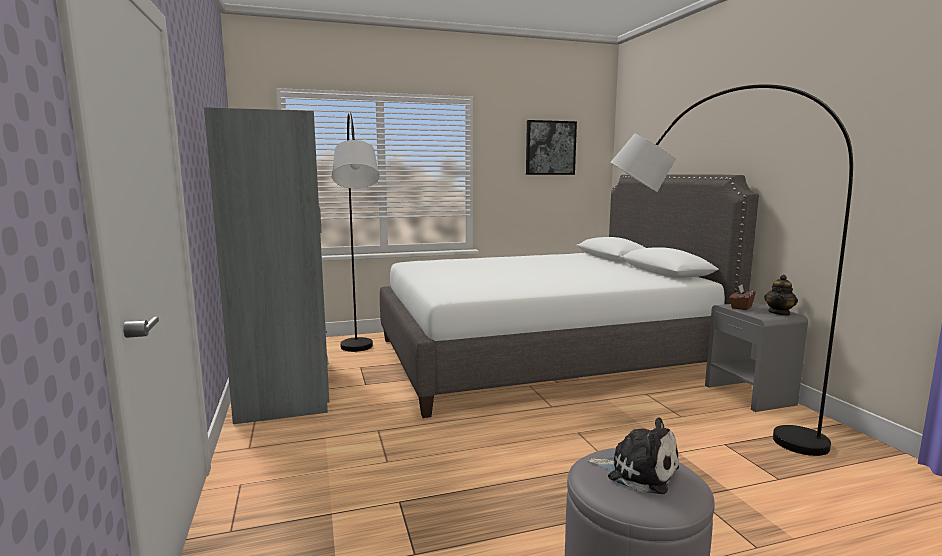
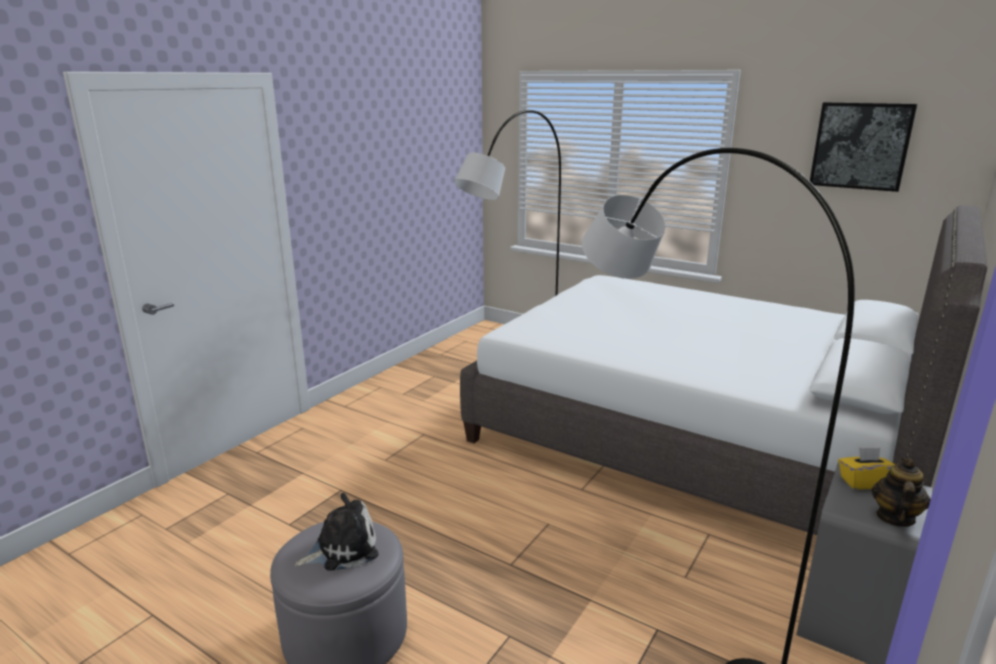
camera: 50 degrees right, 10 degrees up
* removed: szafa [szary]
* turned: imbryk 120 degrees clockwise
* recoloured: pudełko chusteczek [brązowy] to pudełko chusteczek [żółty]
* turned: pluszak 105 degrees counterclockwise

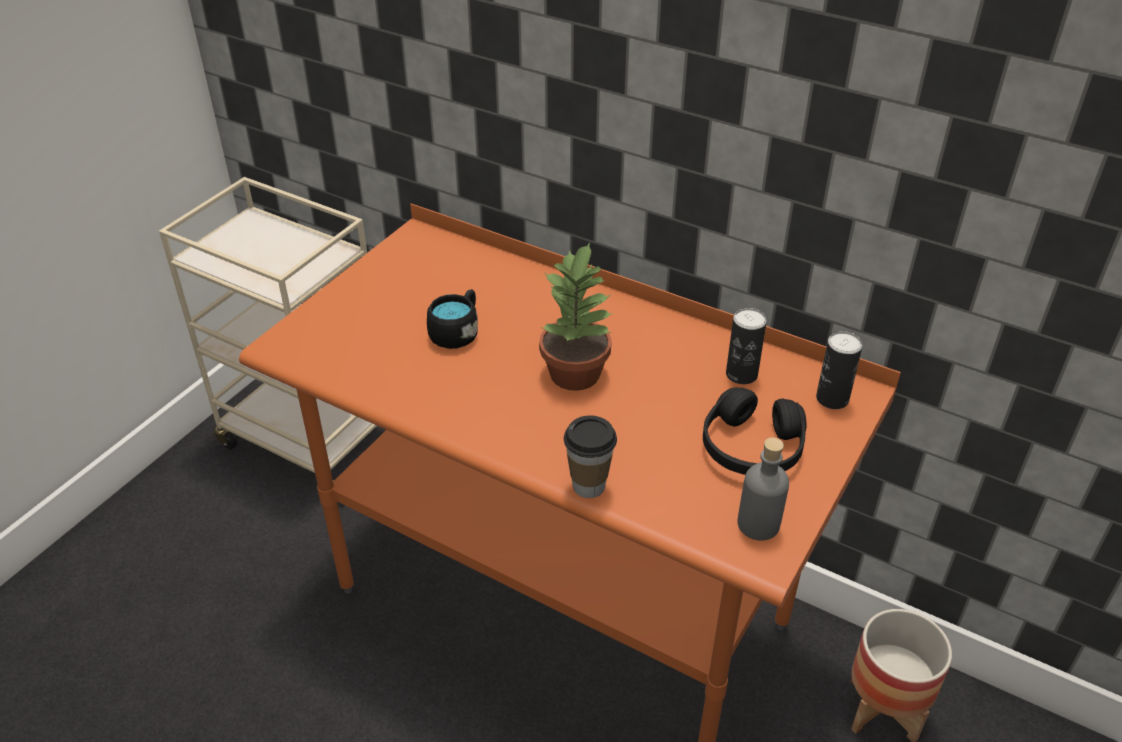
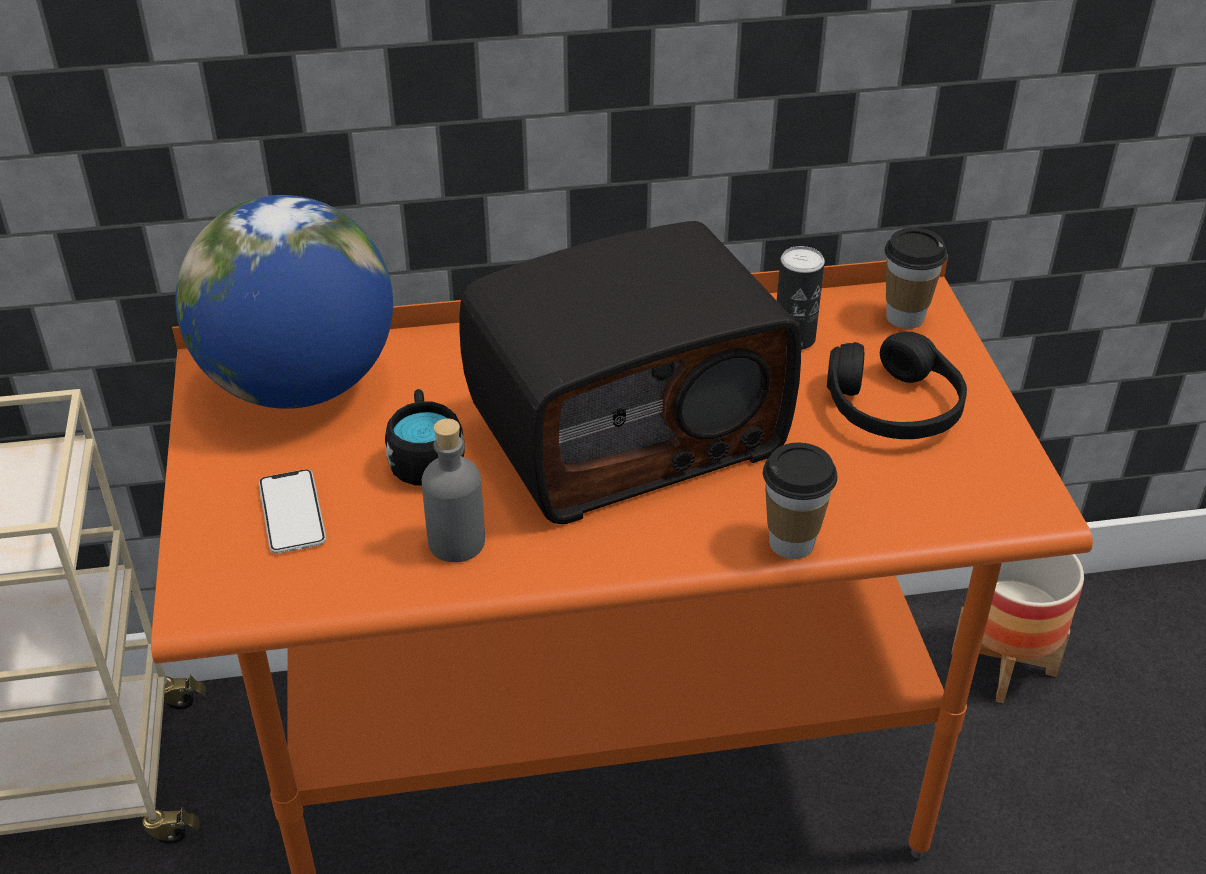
camera: 40 degrees left, 0 degrees up
* replaced: roślina doniczkowa to radio
* replaced: puszka (2nd from left) to filiżanka (2nd from left)
* moved: butelka [szary]
* added: globus
* added: telefon

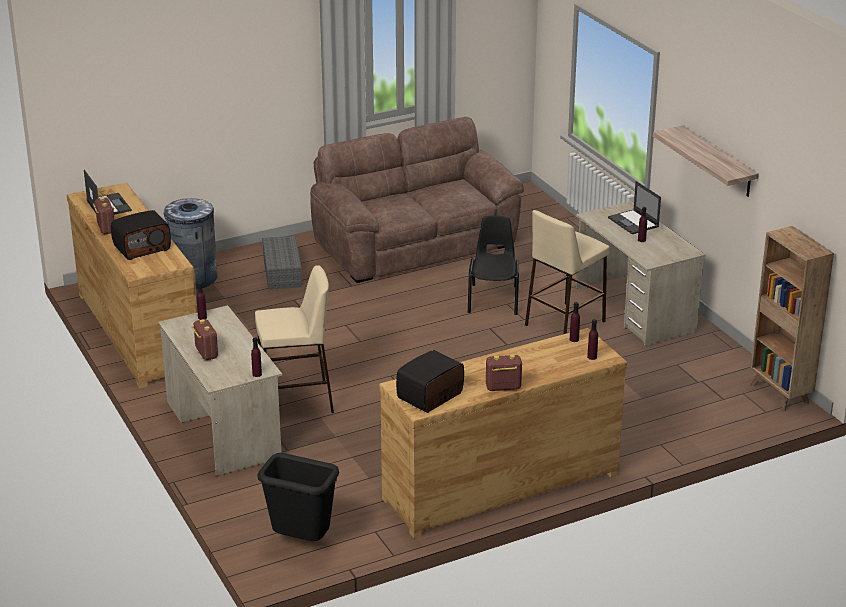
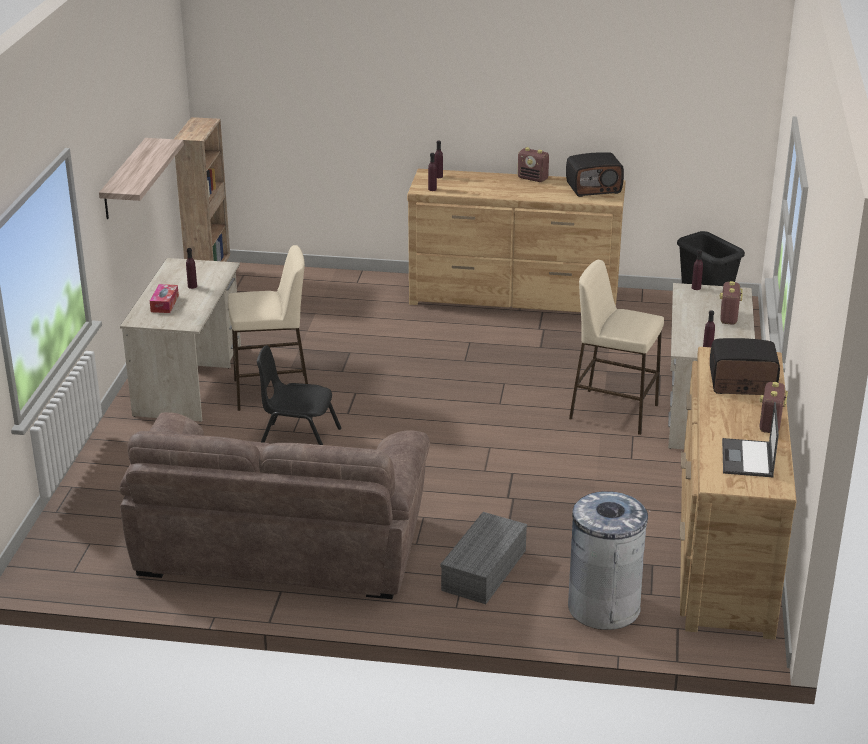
camera: 145 degrees left, 0 degrees up
* replaced: laptop (2nd from left) to pudełko chusteczek
* turned: krzesło [czarny] 60 degrees clockwise

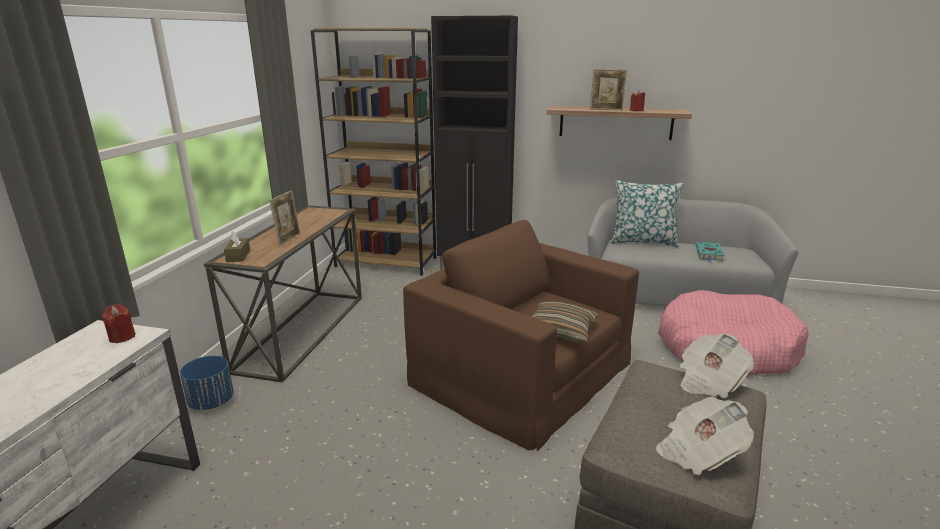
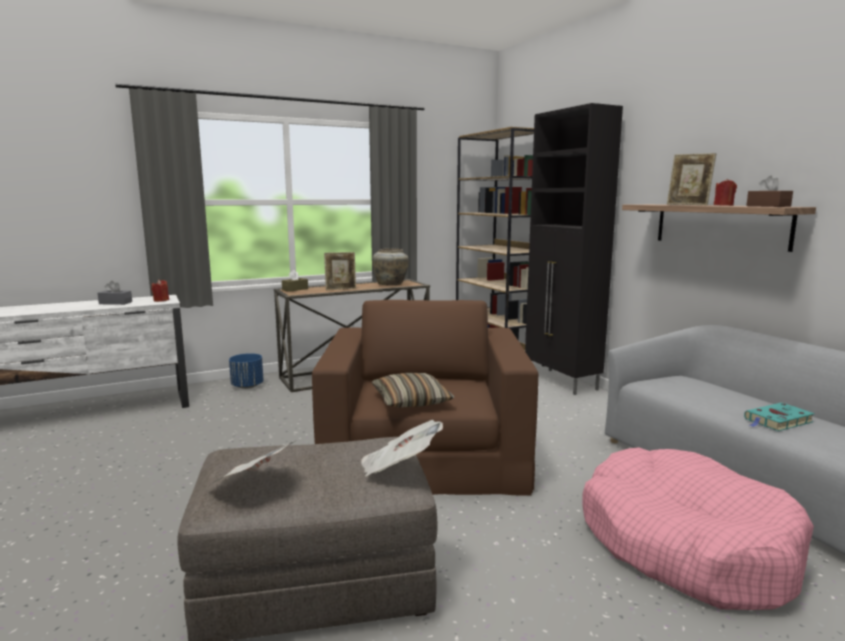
camera: 50 degrees right, 10 degrees down
* removed: poduszka (2nd from left)
* added: pudełko chusteczek [brązowy] (2nd from left)
* added: wazon [beżowy]
* added: pudełko chusteczek [szary]

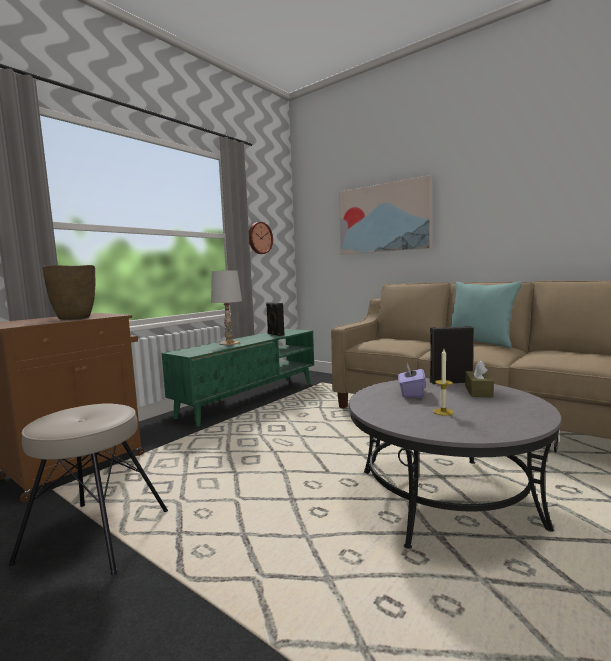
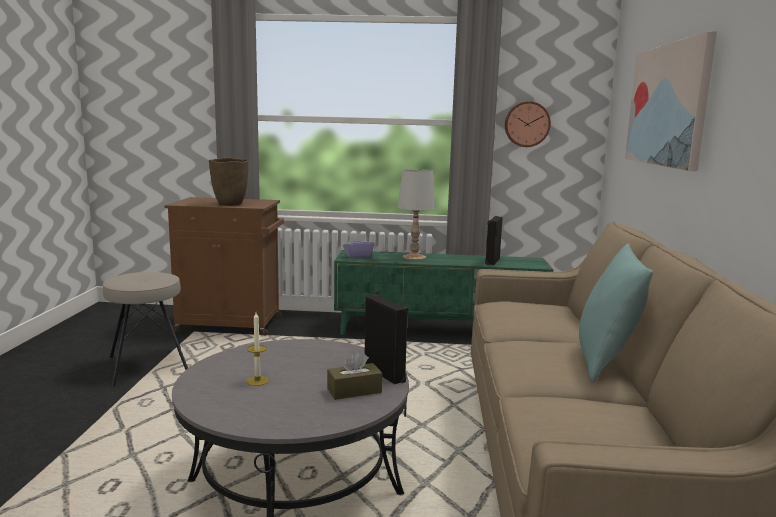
camera: 55 degrees right, 5 degrees up
* moved: pudełko chusteczek [fioletowy]

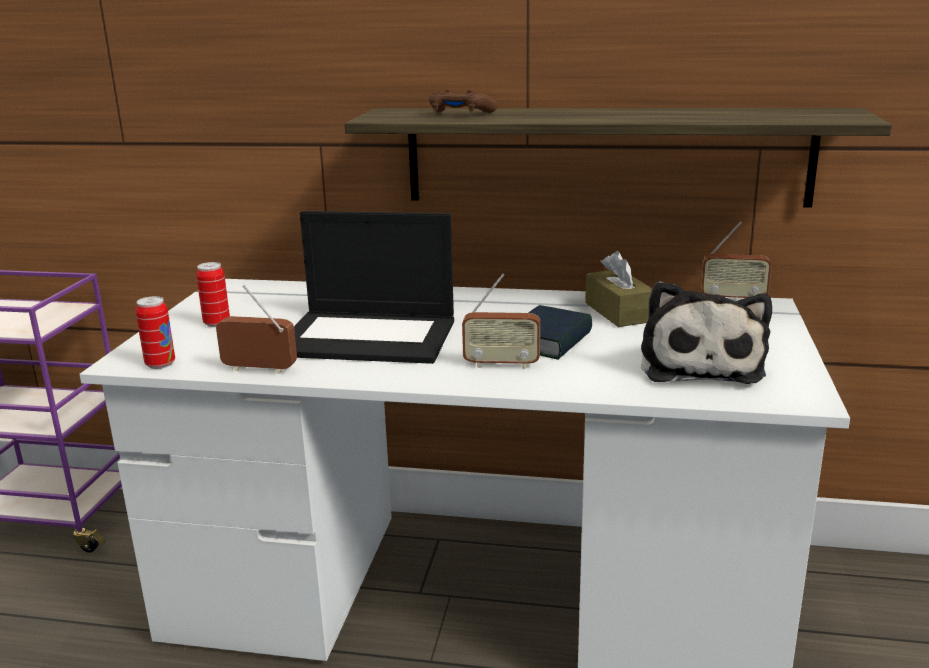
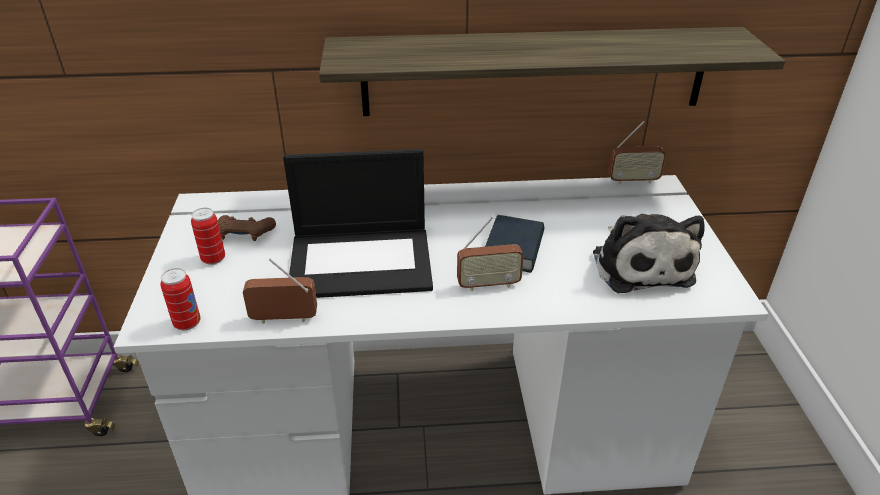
camera: 15 degrees left, 15 degrees up
* moved: pad do gier [brązowy]
* removed: pudełko chusteczek [brązowy]

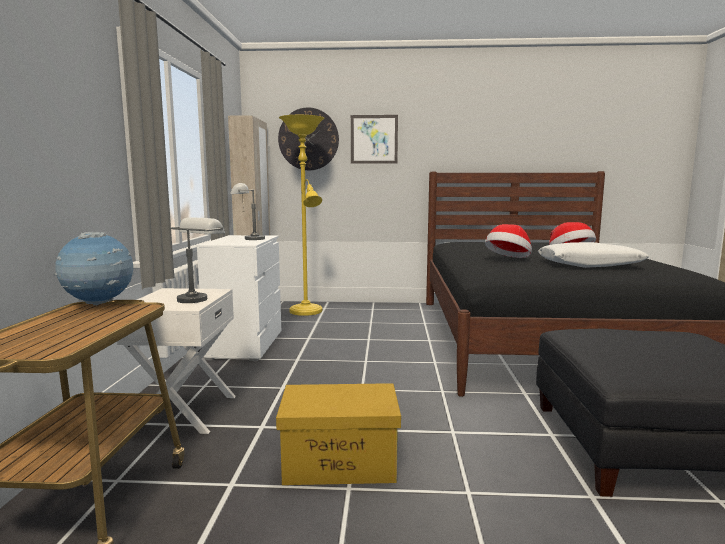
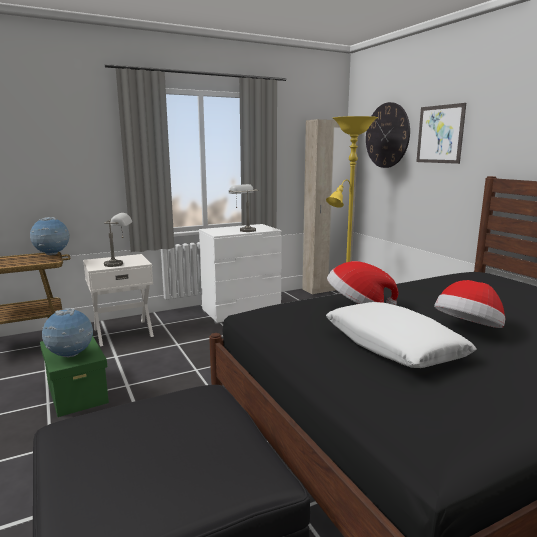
camera: 60 degrees right, 5 degrees up
* recoloured: pojemnik do przechowywania [żółty] to pojemnik do przechowywania [zielony]
* added: globus (2nd from left)

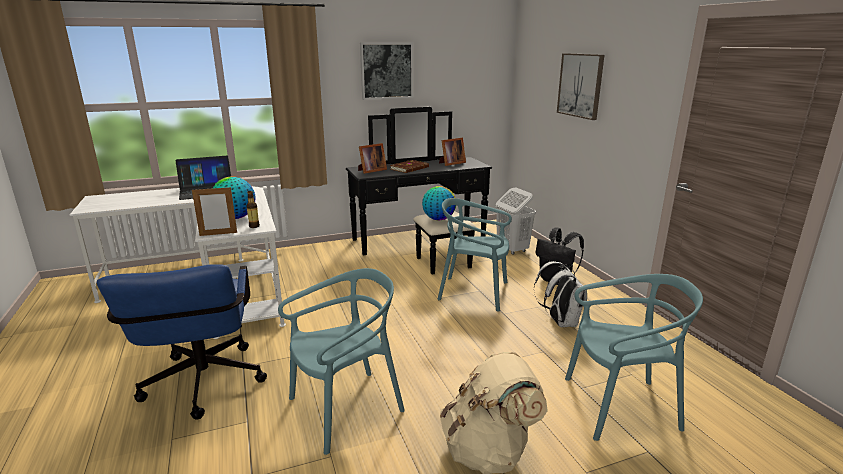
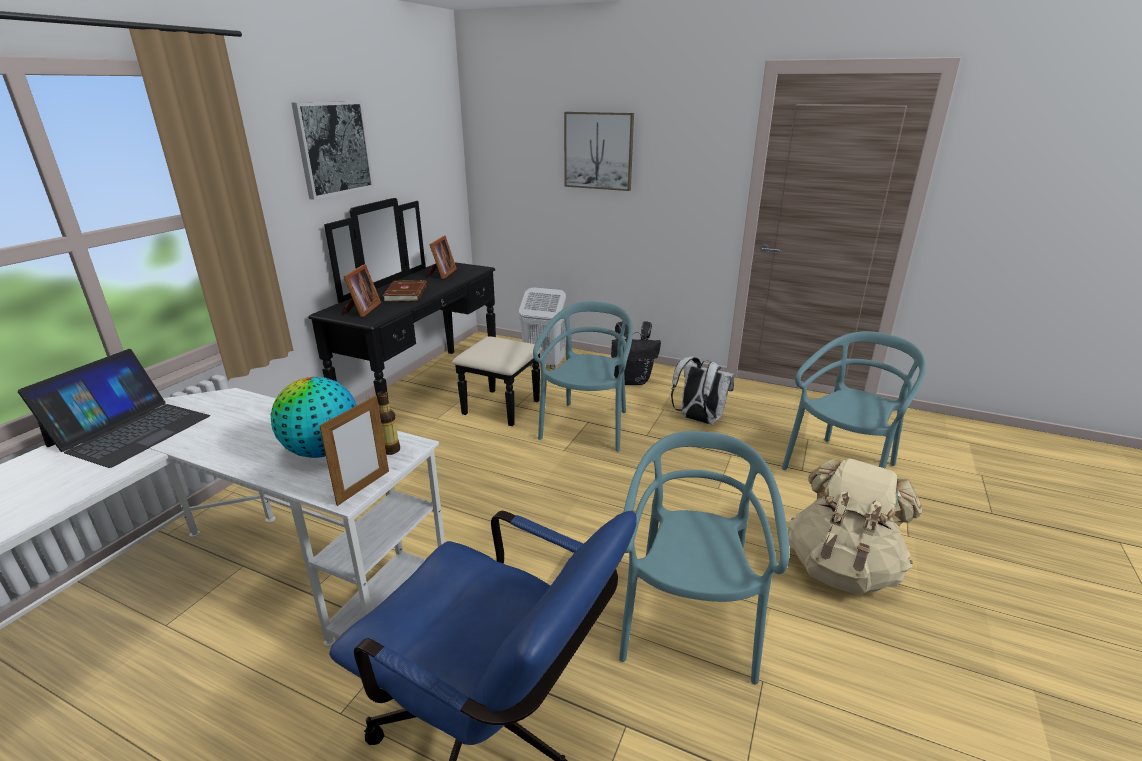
camera: 45 degrees left, 5 degrees up
* removed: globus (2nd from left)
* turned: krzesło [turkusowy] (2nd from left in the first image) 135 degrees clockwise

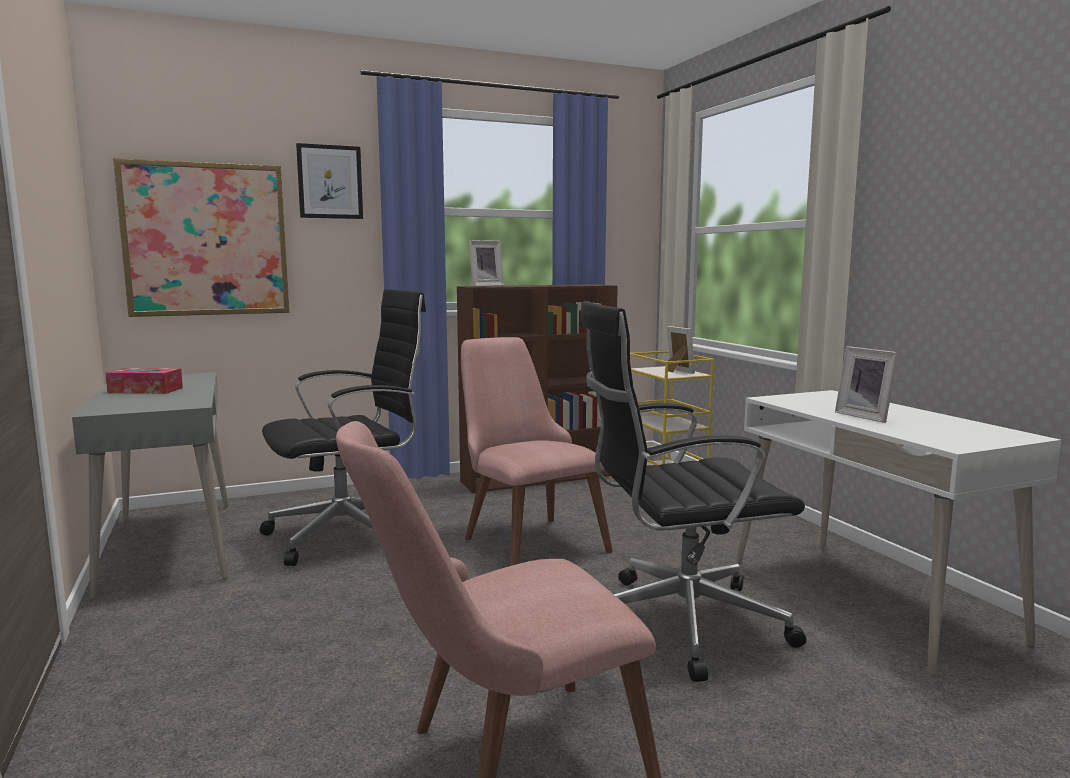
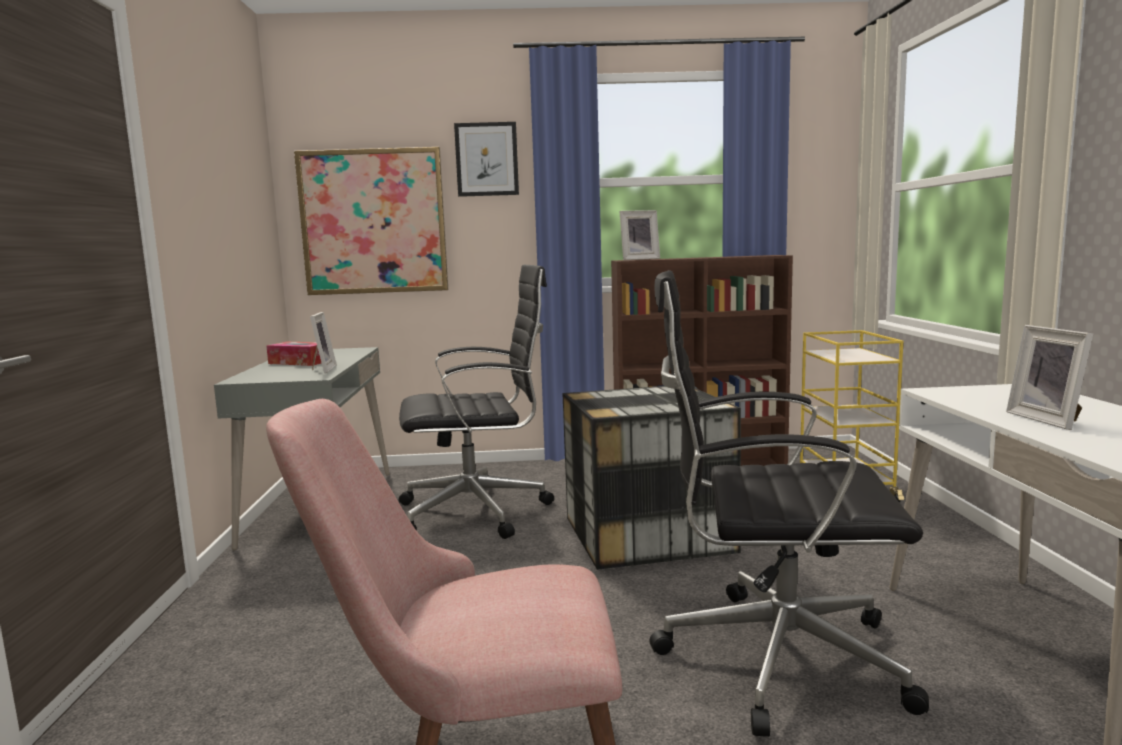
camera: 20 degrees right, 0 degrees up
* moved: ramka na zdjęcie (2nd from left in the first image) to ramka na zdjęcie (1st from left)
* replaced: krzesło [różowy] (2nd from left) to pojemnik do przechowywania

